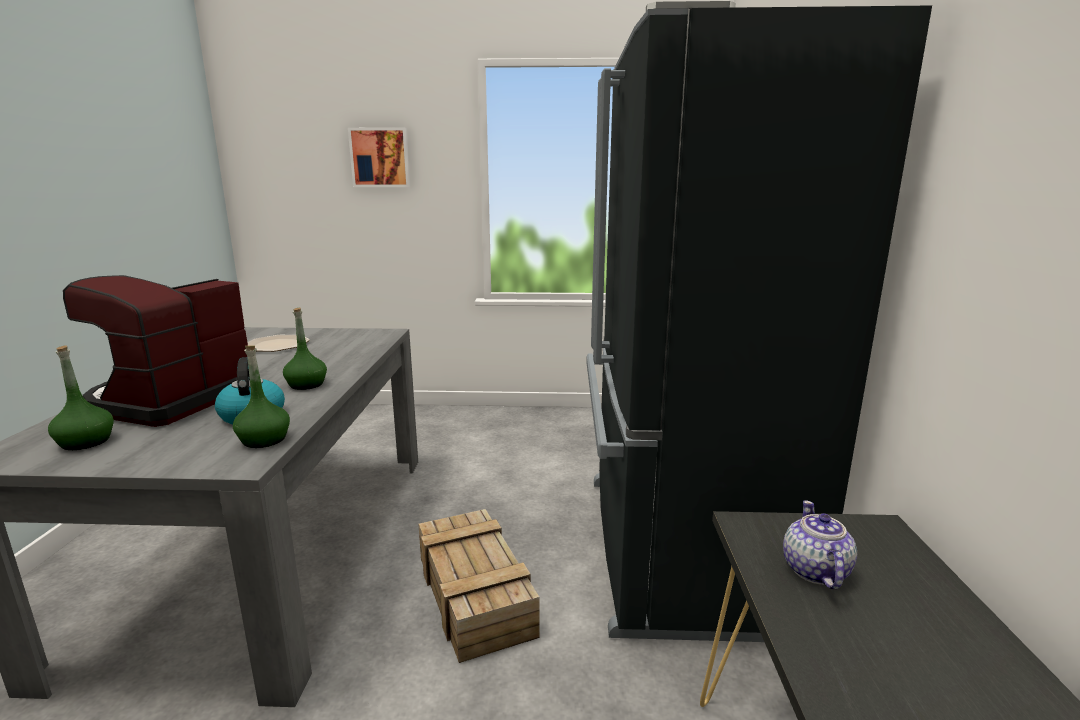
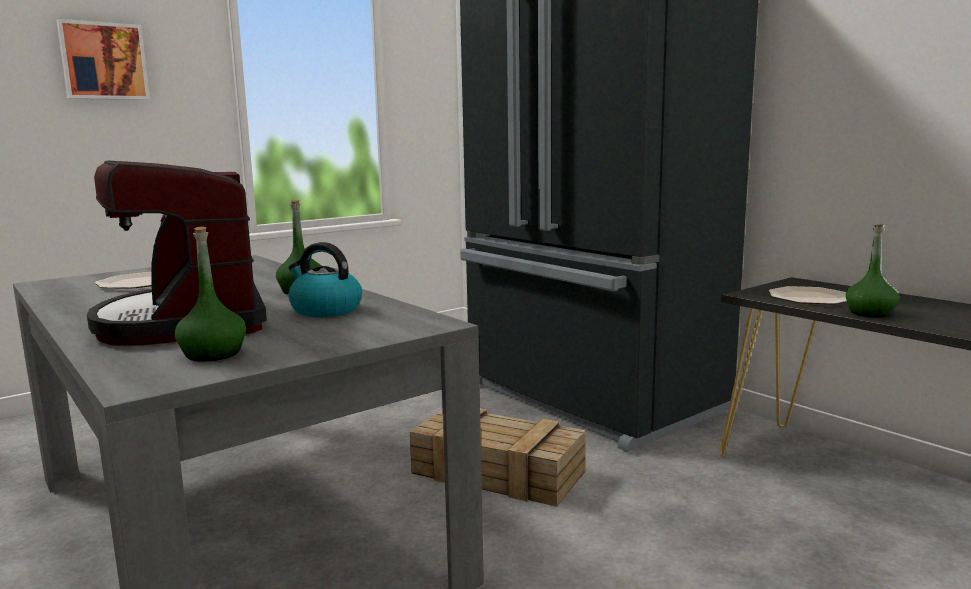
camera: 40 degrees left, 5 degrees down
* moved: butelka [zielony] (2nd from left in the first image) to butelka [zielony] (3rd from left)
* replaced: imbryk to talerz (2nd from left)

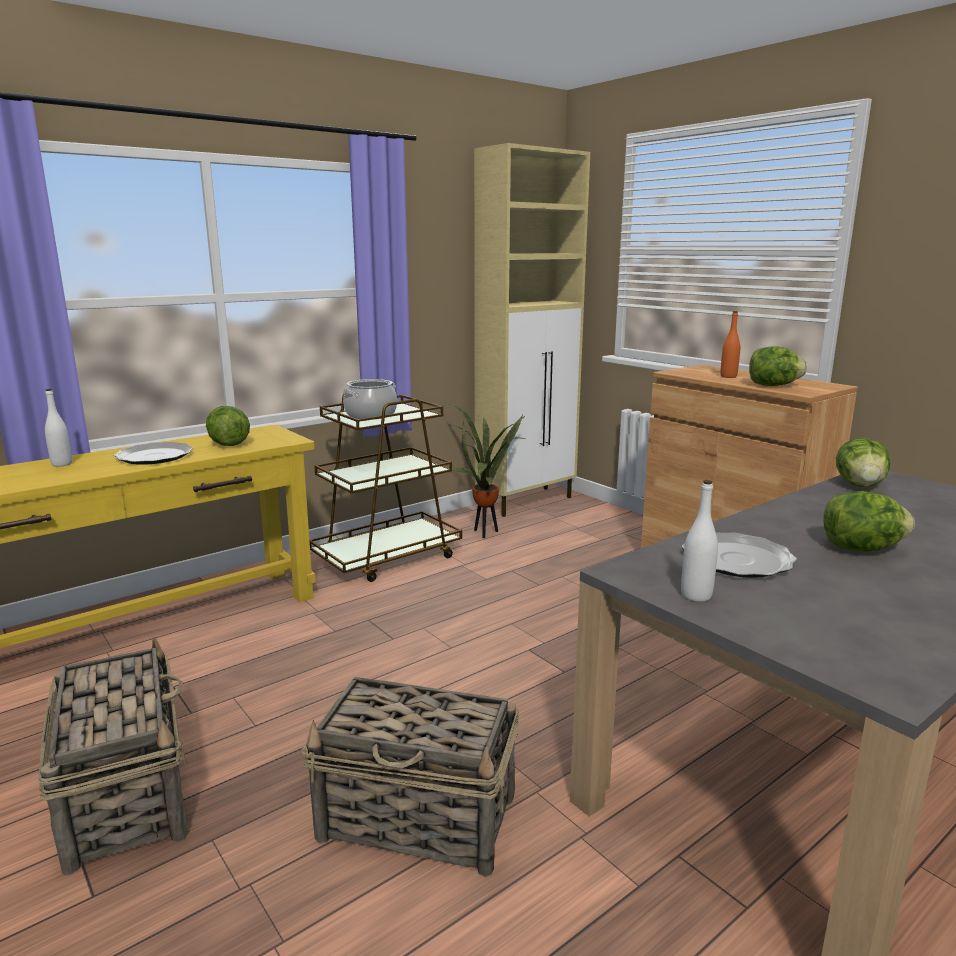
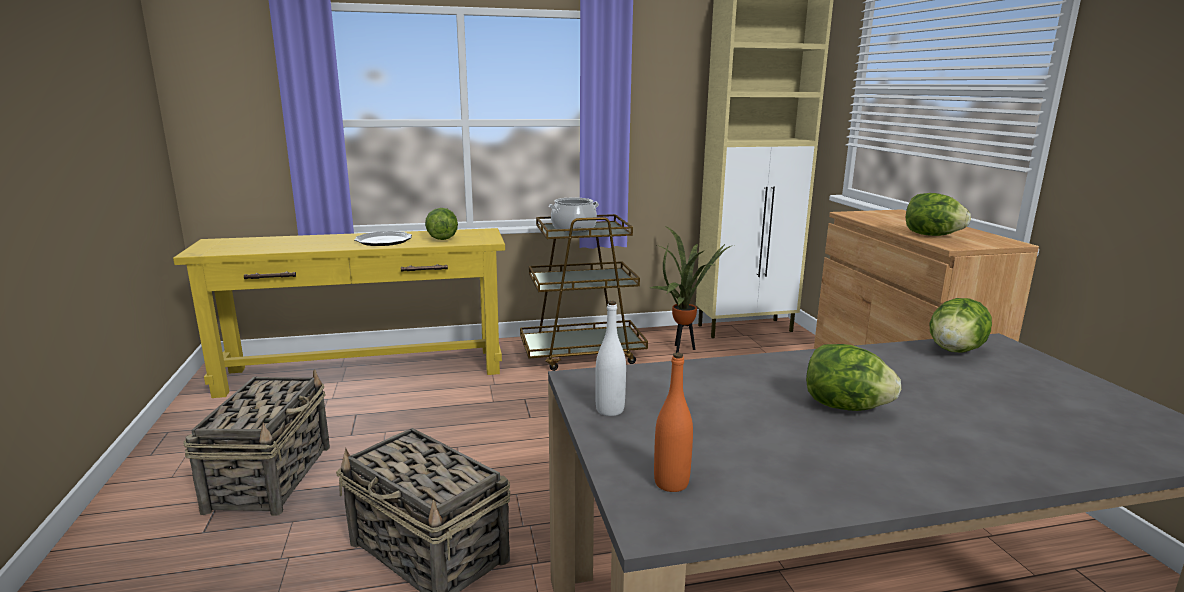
camera: 25 degrees right, 0 degrees up
* moved: butelka [pomarańczowy]
* removed: butelka [biały] (1st from left)
* removed: talerz (2nd from left)

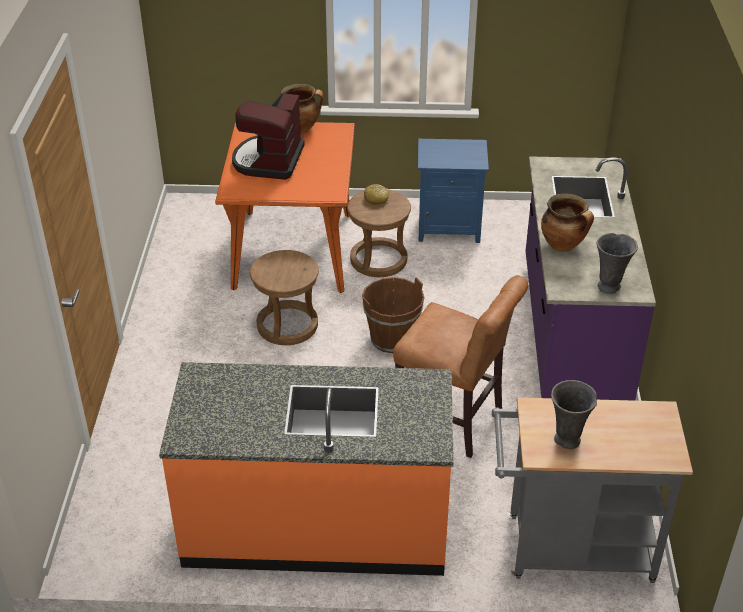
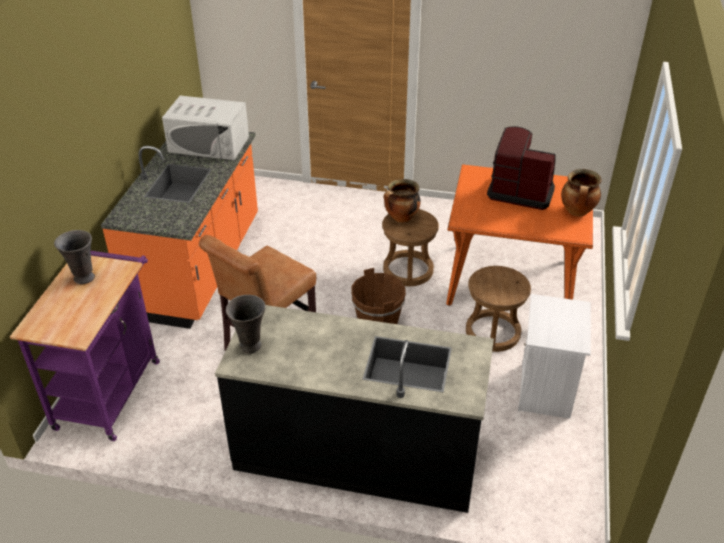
camera: 100 degrees right, 0 degrees up
* recoloured: szafka nocna [niebieski] to szafka nocna [biały]
* recoloured: zabudowa kuchenna [fioletowy] to zabudowa kuchenna [czarny]
* removed: chleb
* moved: garnek (2nd from left in the first image) to garnek (1st from left)
* recoloured: wózek [szary] to wózek [fioletowy]
* added: mikrofalówka [biały]

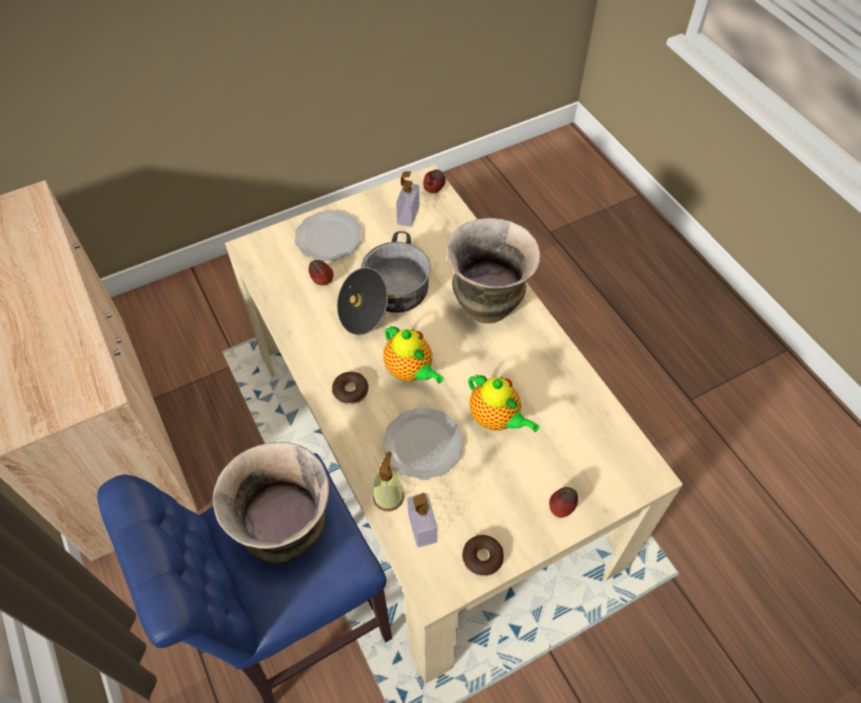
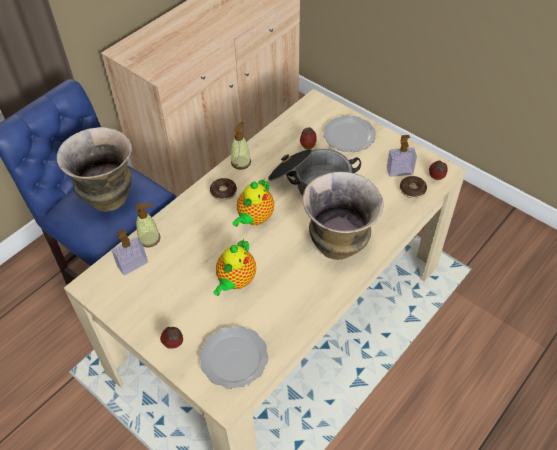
camera: 70 degrees right, 5 degrees down
* moved: talerz (2nd from left in the first image) to talerz (1st from left)
* moved: donut (2nd from left)
* added: dozownik mydła (3rd from left)

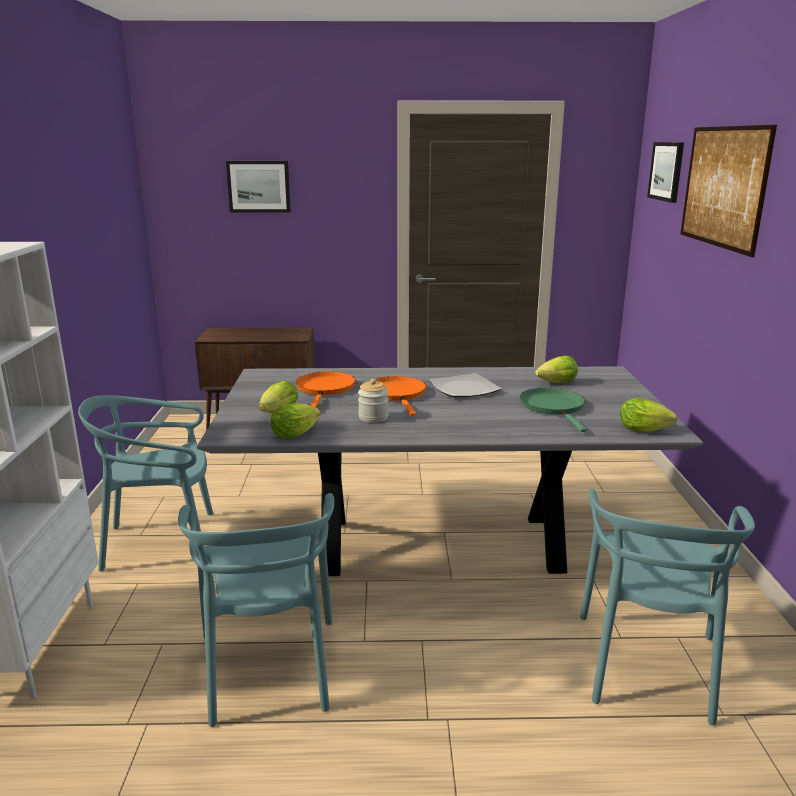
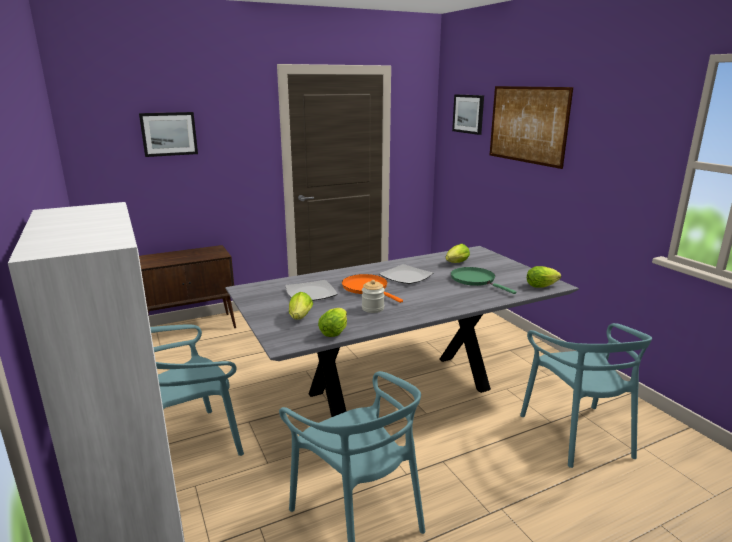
camera: 25 degrees left, 0 degrees up
* replaced: patelnia [pomarańczowy] (1st from left) to talerz (1st from left)

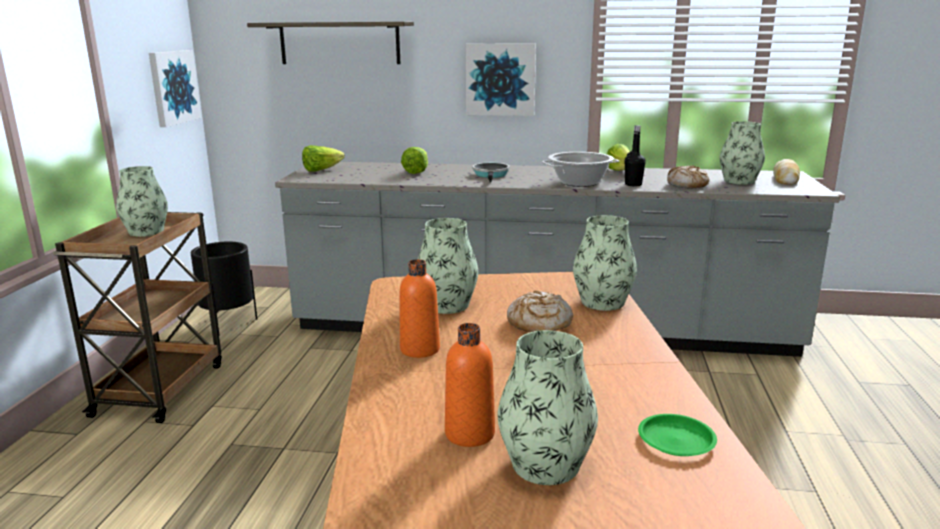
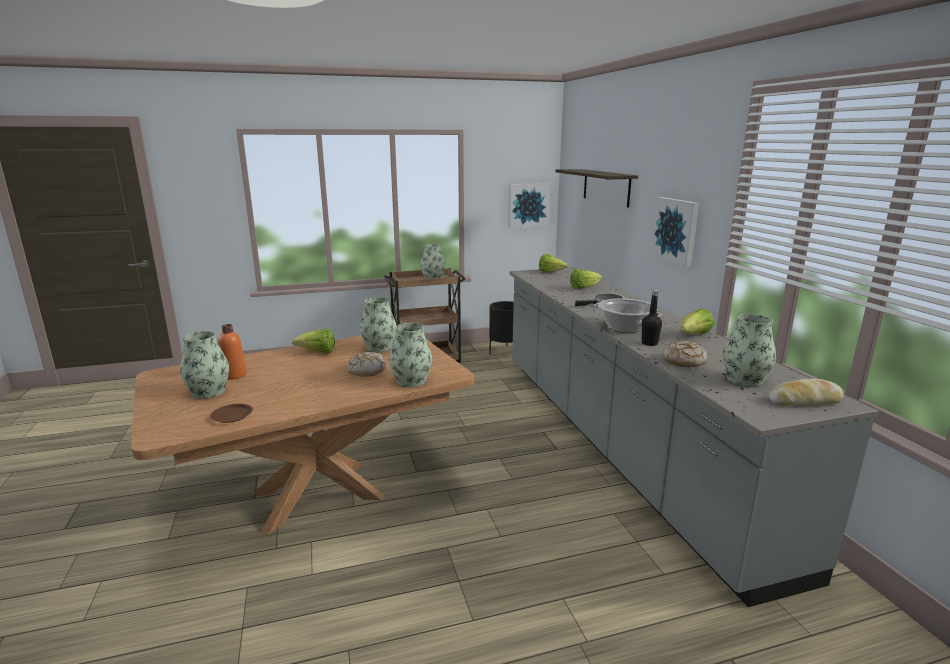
camera: 65 degrees right, 0 degrees up
* replaced: butelka [pomarańczowy] (1st from left) to sałata (1st from left)
* recoloured: talerz [zielony] to talerz [brązowy]

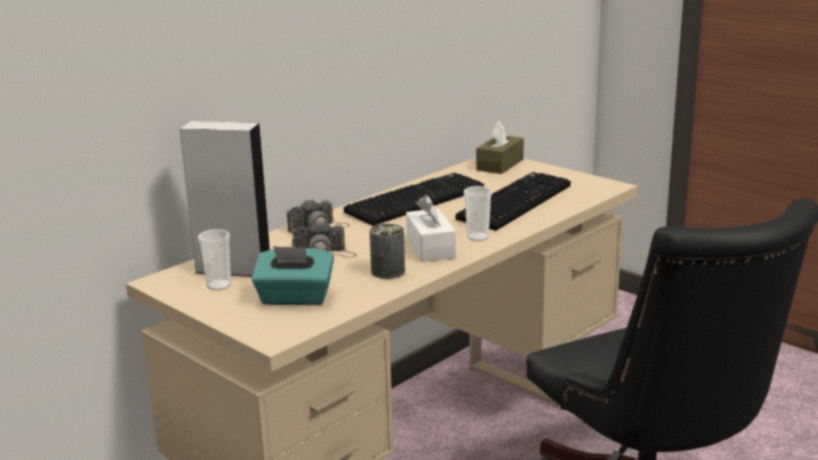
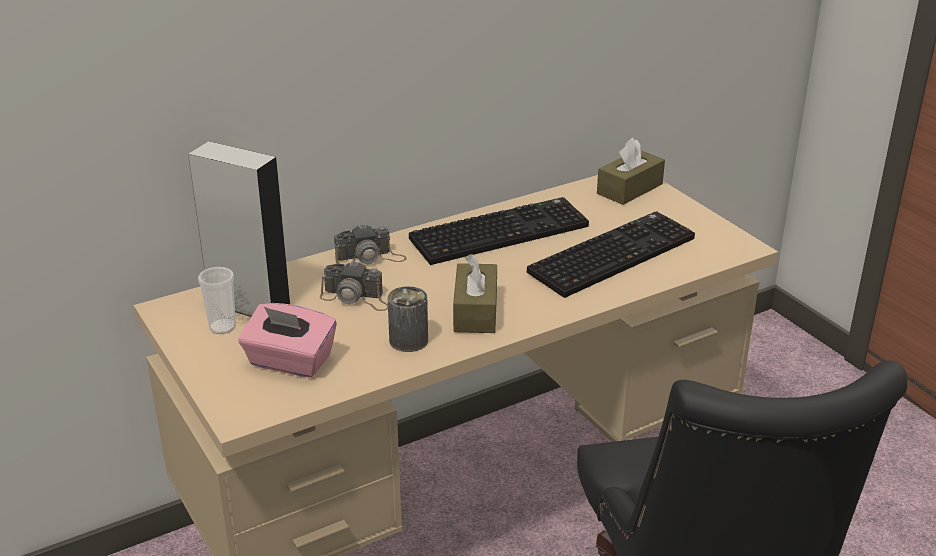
camera: 15 degrees right, 10 degrees up
* removed: filiżanka (2nd from left)
* recoloured: pudełko chusteczek [biały] to pudełko chusteczek [brązowy] (1st from left)
* recoloured: pudełko chusteczek [turkusowy] to pudełko chusteczek [różowy]

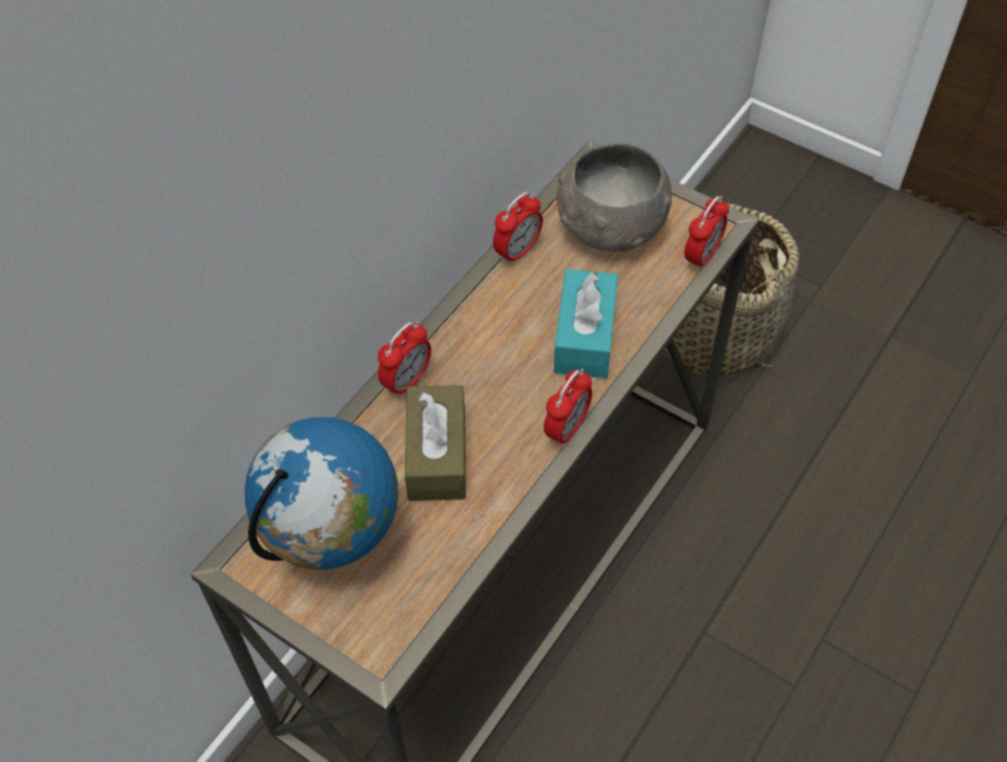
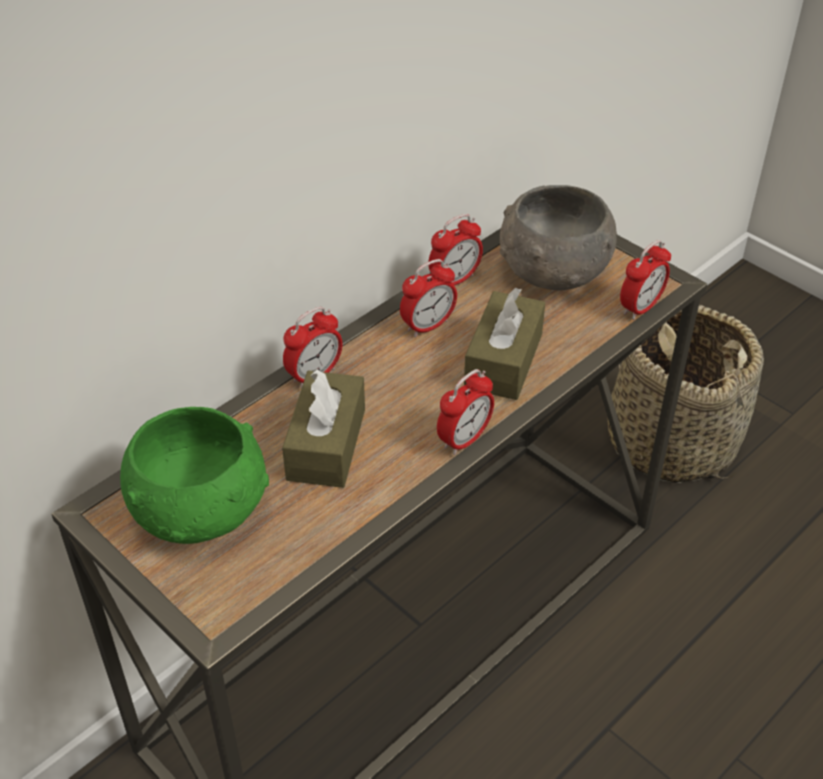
camera: 10 degrees right, 10 degrees down
* recoloured: pudełko chusteczek [turkusowy] to pudełko chusteczek [brązowy] (2nd from left)
* replaced: globus to miska [zielony]
* added: budzik (2nd from left)

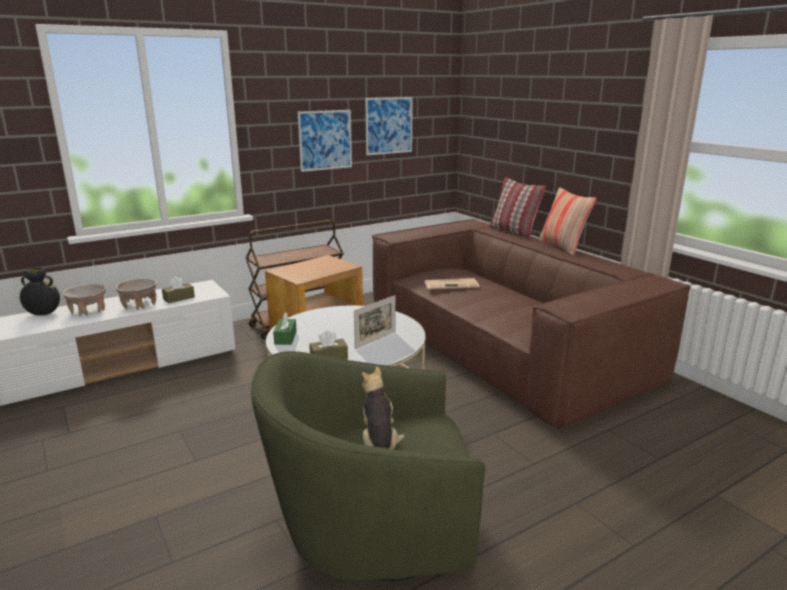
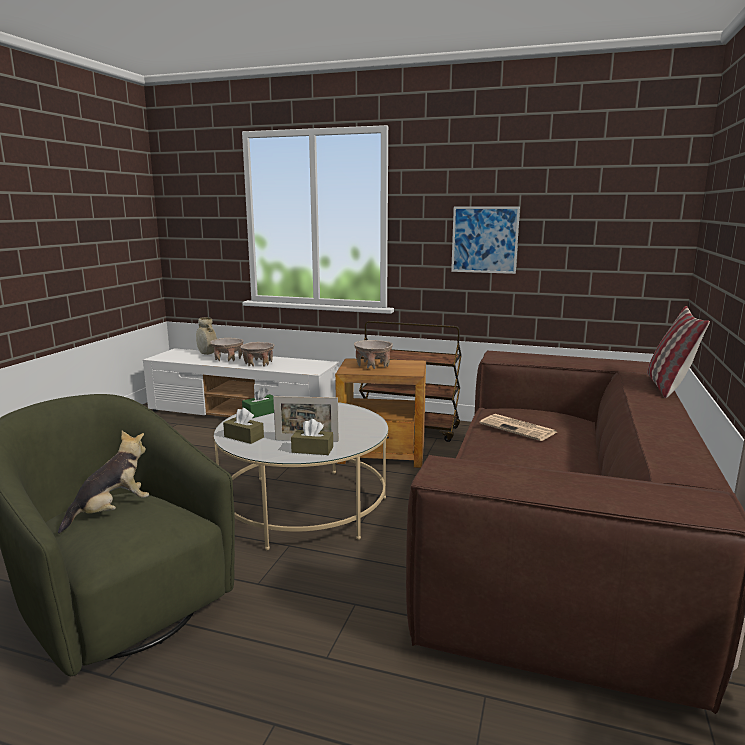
camera: 50 degrees right, 5 degrees down
* removed: obraz (2nd from left)
* removed: poduszka (2nd from left)
* recoloured: wazon [czarny] to wazon [beżowy]
* moved: pudełko chusteczek [brązowy] (1st from left in the first image) to pudełko chusteczek [brązowy] (2nd from left)
* added: miska [beżowy] (3rd from left)

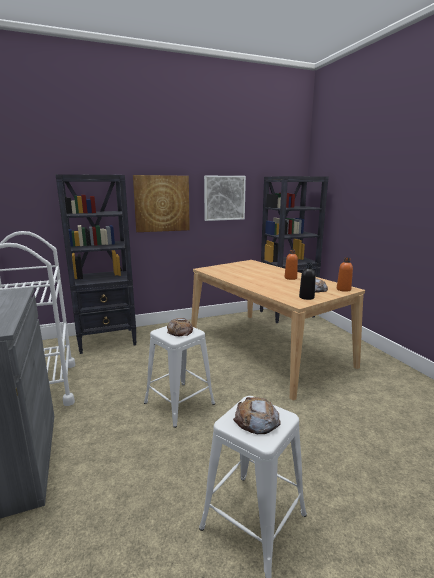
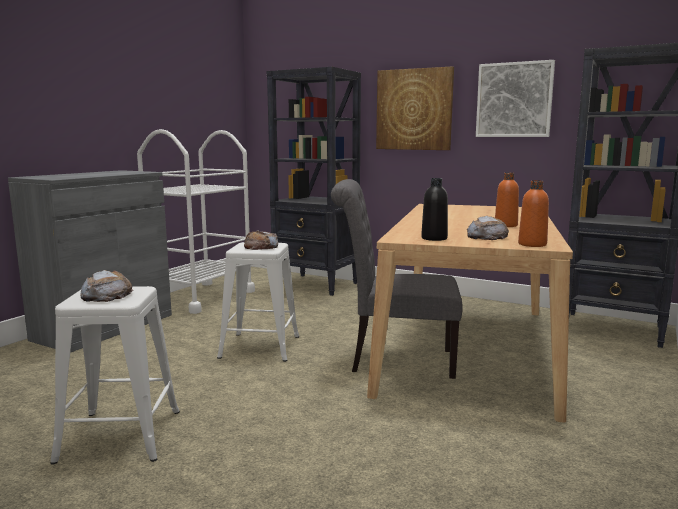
camera: 50 degrees right, 5 degrees down
* added: krzesło [szary]

